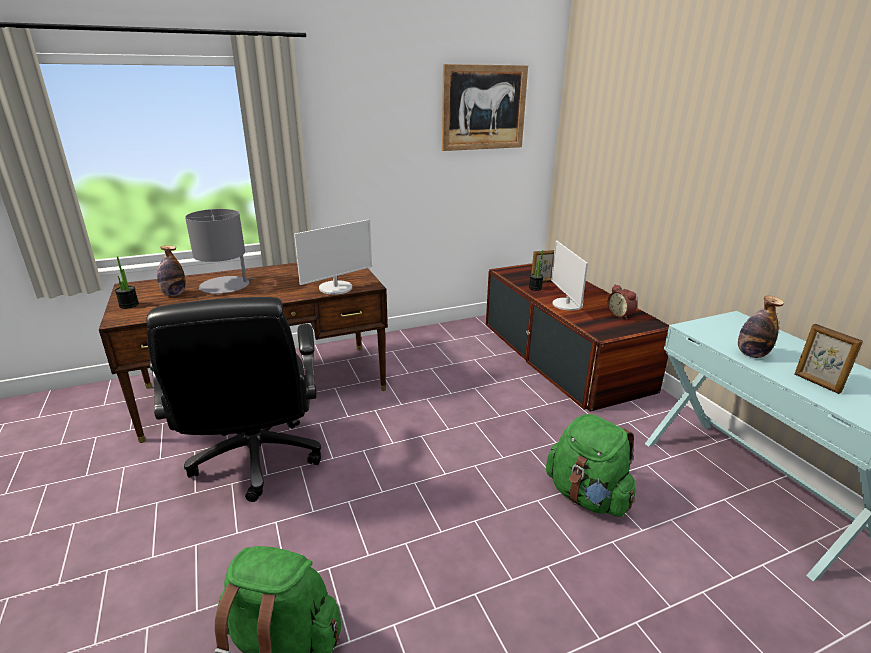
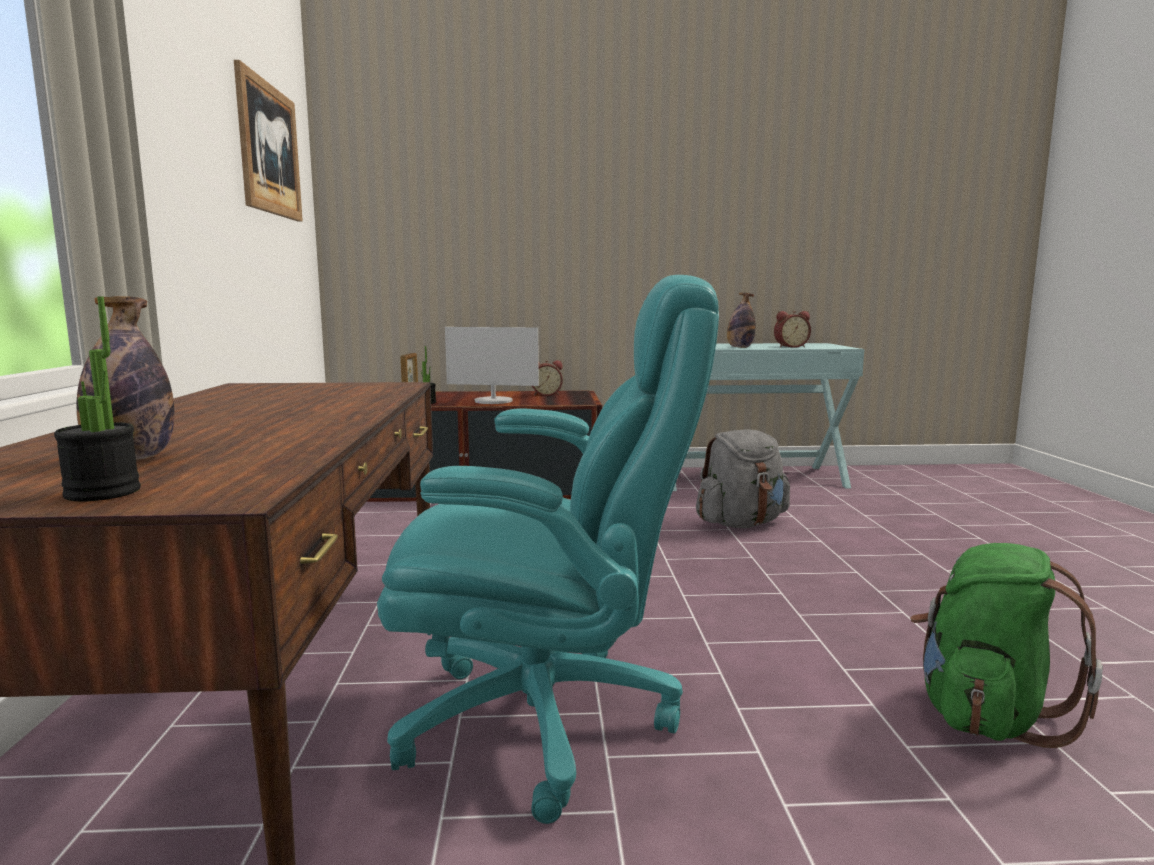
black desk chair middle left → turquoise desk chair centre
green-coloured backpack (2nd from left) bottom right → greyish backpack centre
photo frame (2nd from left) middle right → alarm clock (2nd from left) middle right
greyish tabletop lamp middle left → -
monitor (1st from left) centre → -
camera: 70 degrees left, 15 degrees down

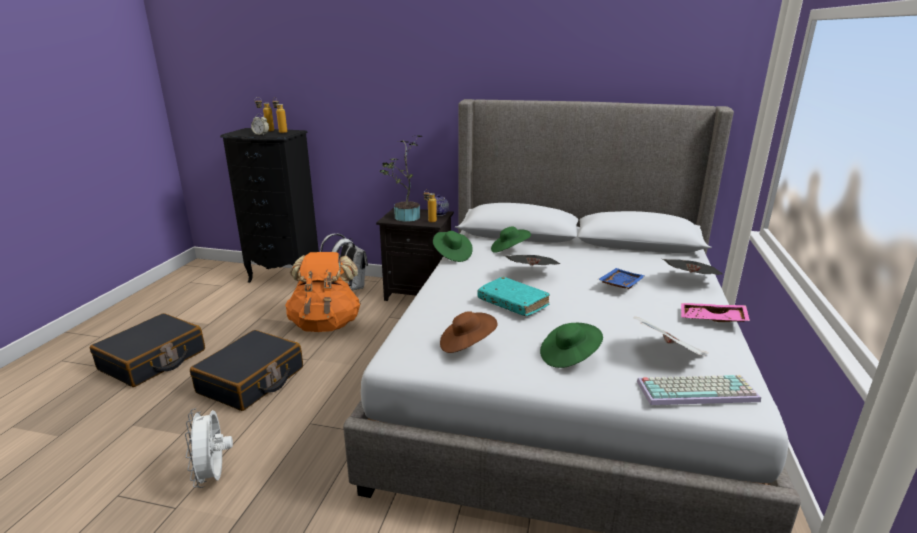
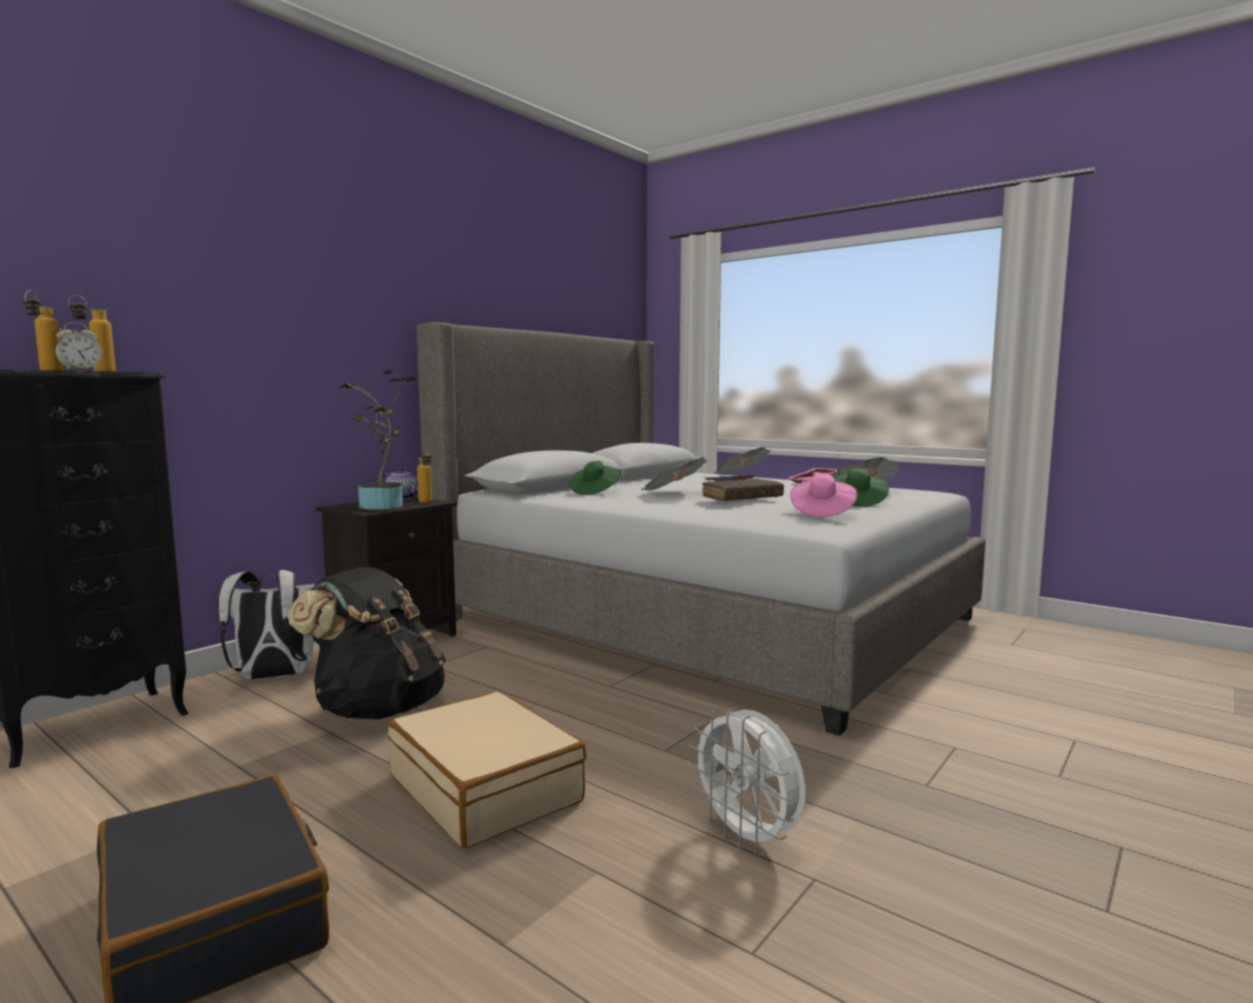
orangey backpack centre → black backpack middle left
black piece of luggage (2nd from left) bottom left → sand-coloured piece of luggage bottom centre
white fan bottom left → white fan bottom centre, 45 degrees clockwise
turquoise volume centre → brownish volume centre
brownish wearable hat centre → pink-coloured wearable hat centre
green-coloured wearable hat (1st from left) centre → -
computer keyboard bottom right → -
camera: 65 degrees left, 15 degrees down

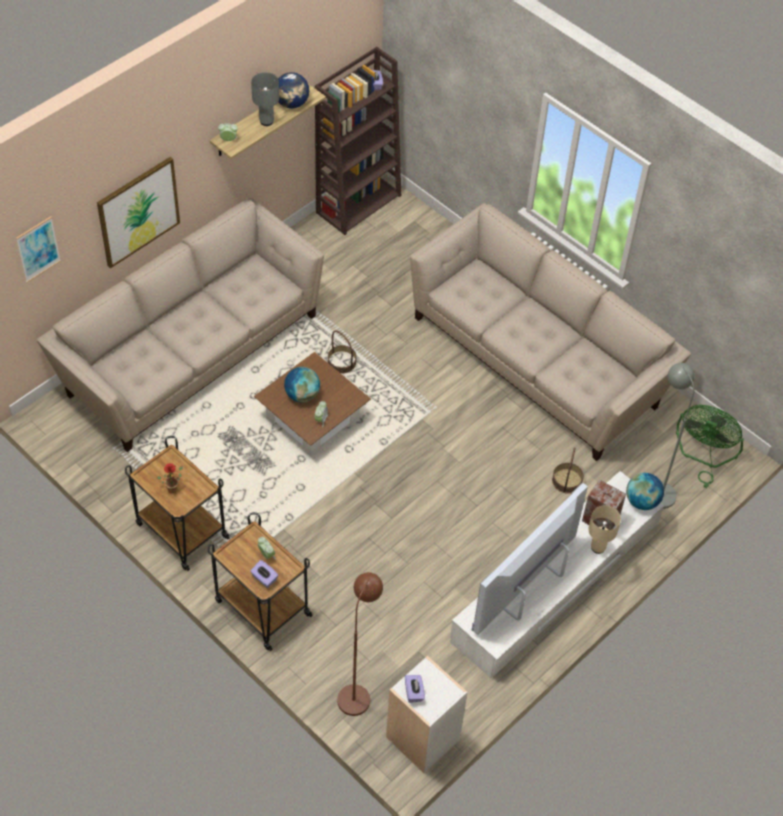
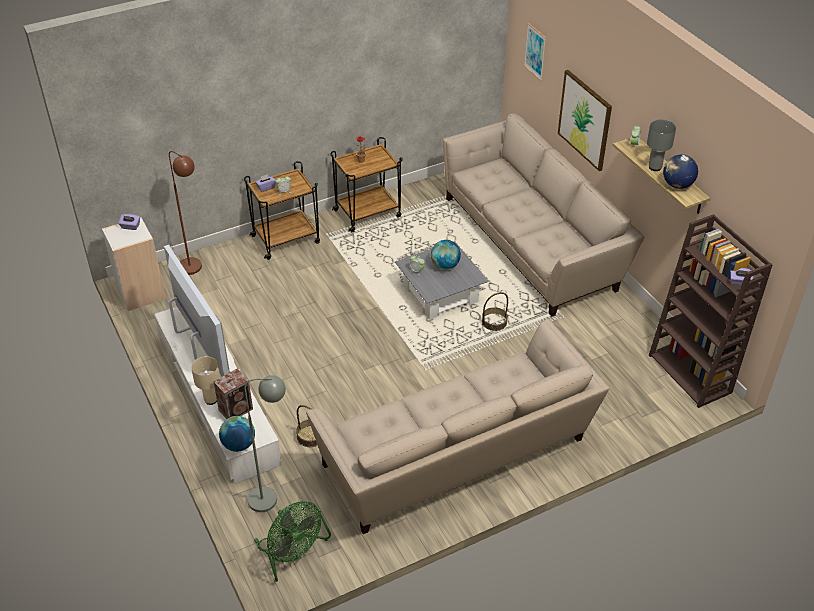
brownish lounge table centre → greyish lounge table centre
camera: 110 degrees right, 10 degrees down

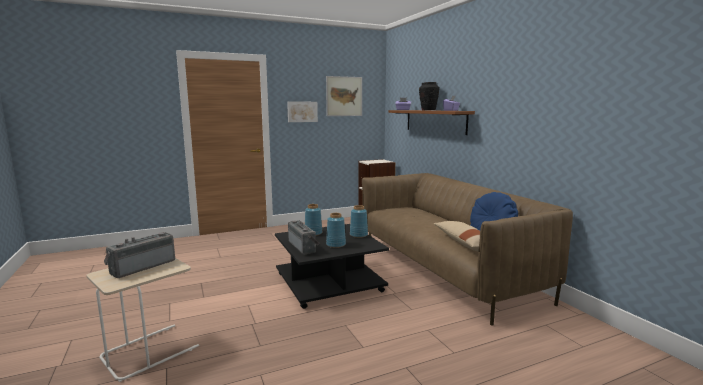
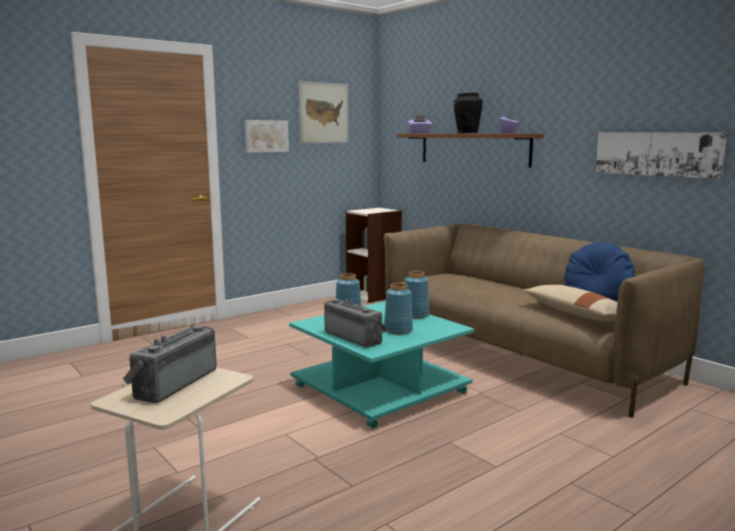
black lounge table bottom centre → turquoise lounge table bottom centre
- → picture (3rd from left) top right
camera: 15 degrees left, 0 degrees up

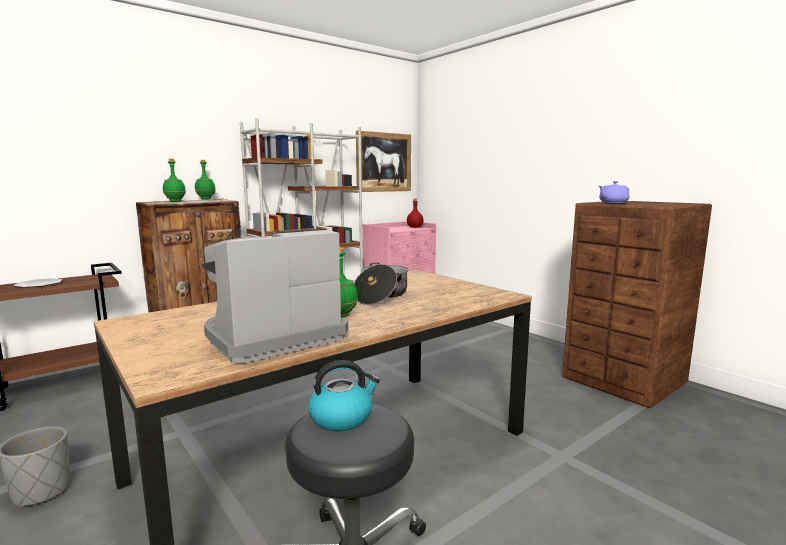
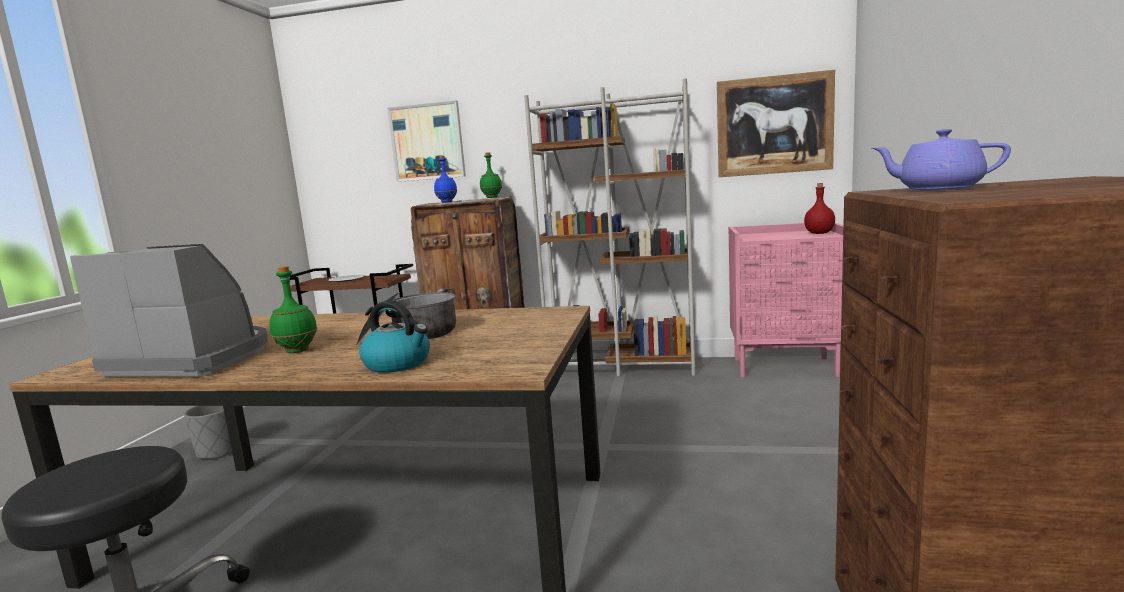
water kettle bottom centre → water kettle centre, moved
- → picture (1st from left) top centre
green-coloured drink bottle (1st from left) top left → blue-coloured drink bottle top centre
camera: 50 degrees right, 0 degrees up

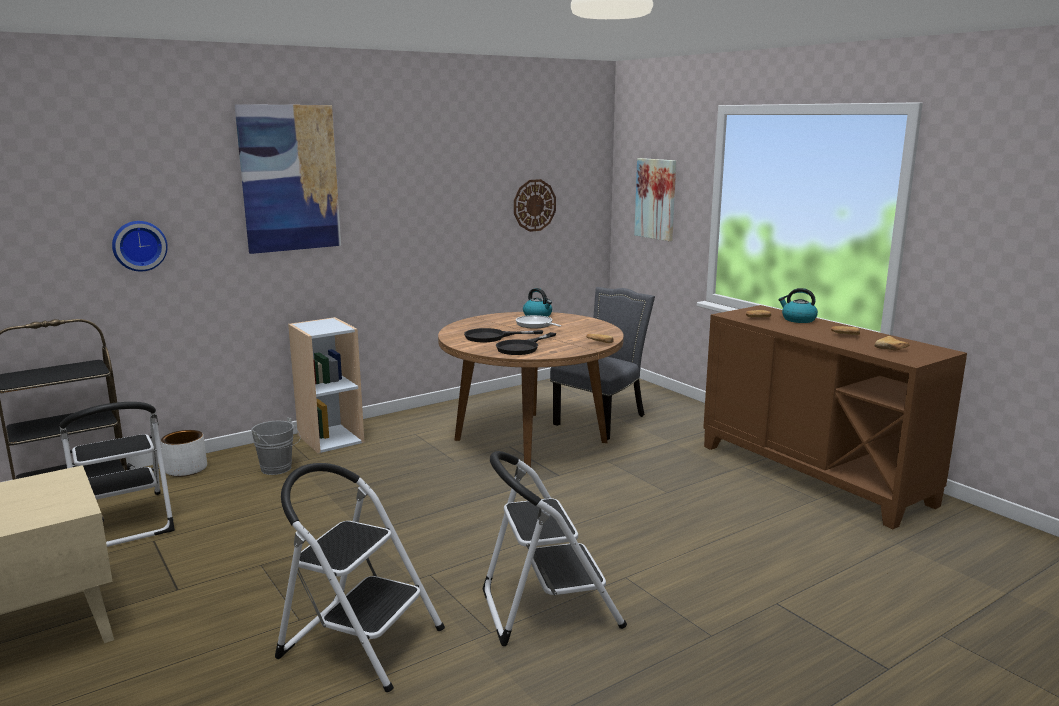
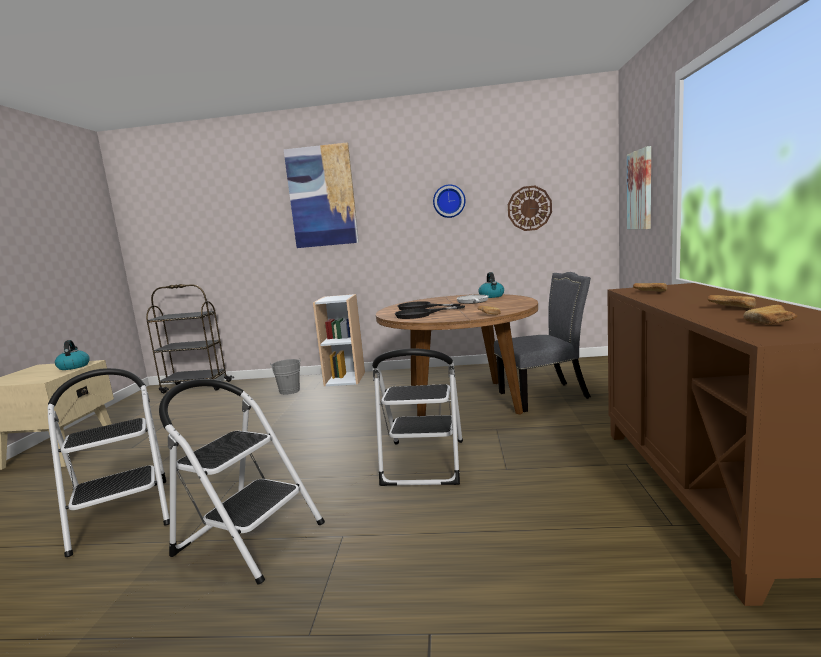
water kettle (2nd from left in the first image) middle right → water kettle (1st from left) middle left, moved
step stool (1st from left in the first image) bottom left → step stool (3rd from left) centre, moved
hanging clock (1st from left) middle left → hanging clock (1st from left) top centre, moved
white plant pot middle left → -
camera: 40 degrees right, 5 degrees down

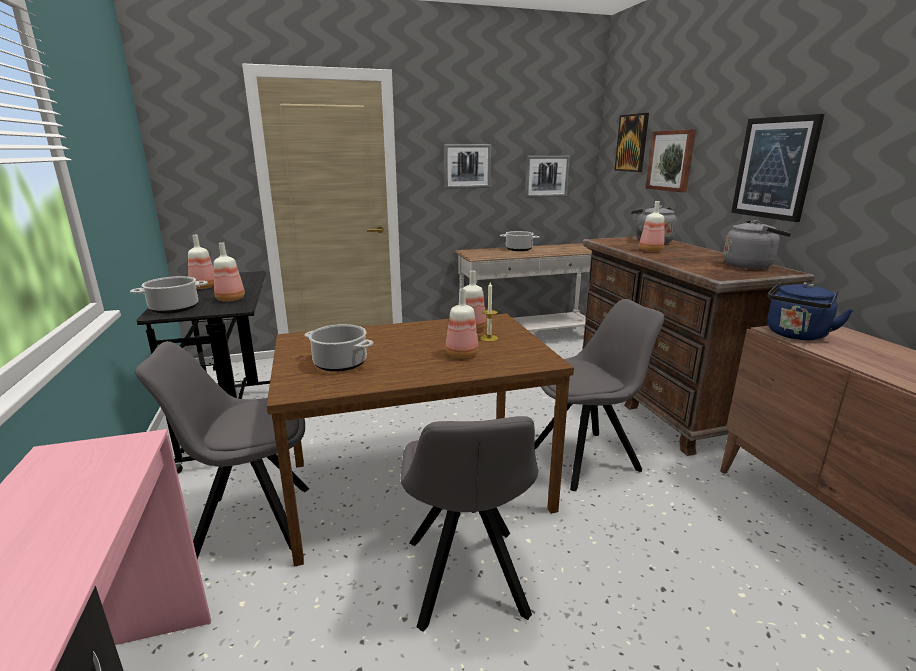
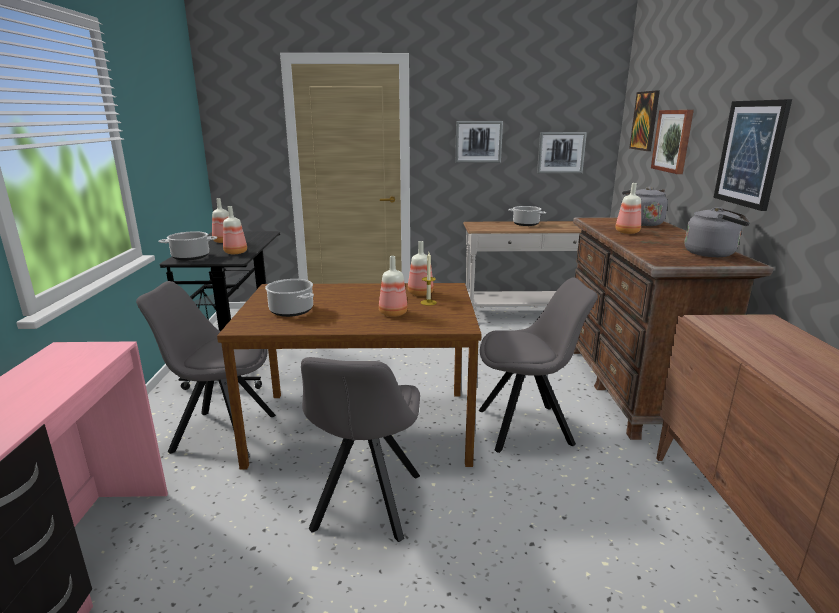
blue-coloured water kettle middle right → -
camera: 15 degrees right, 0 degrees up

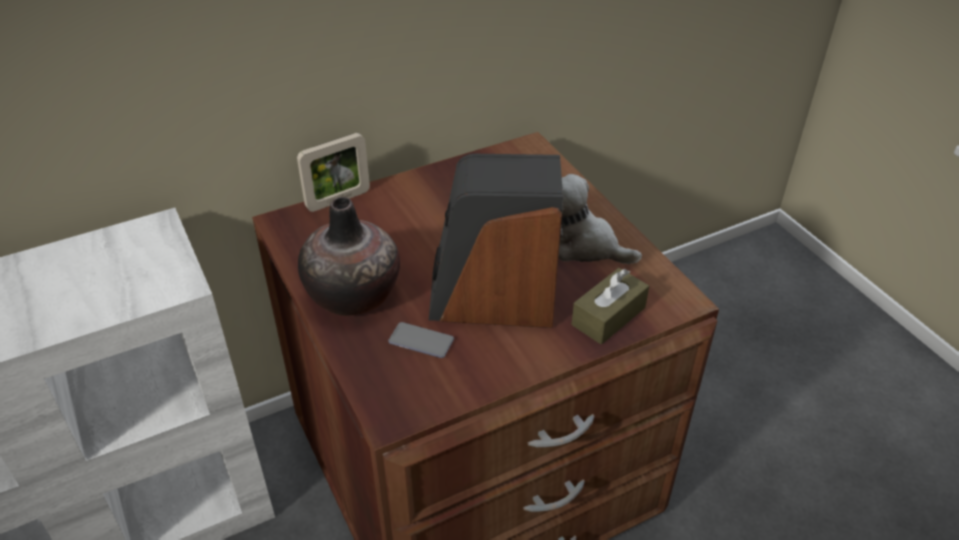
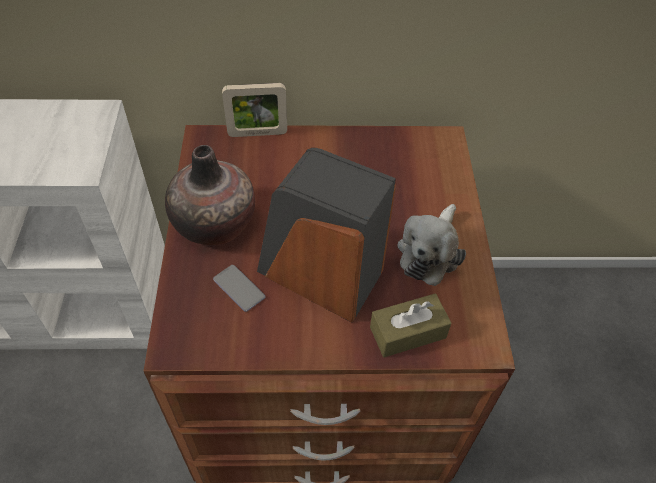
plush toy centre, 120 degrees counterclockwise
camera: 25 degrees right, 10 degrees up

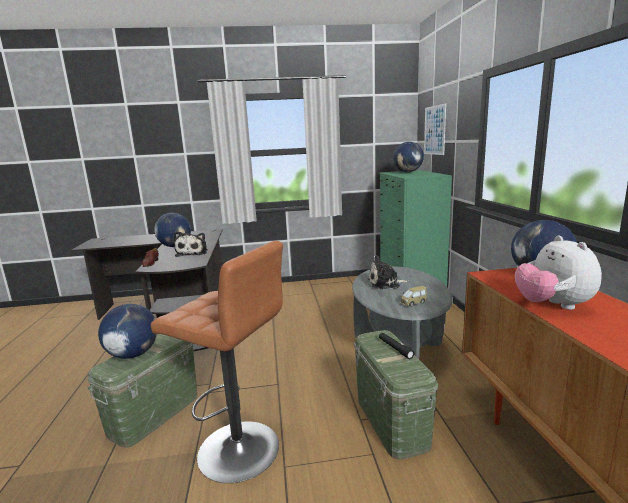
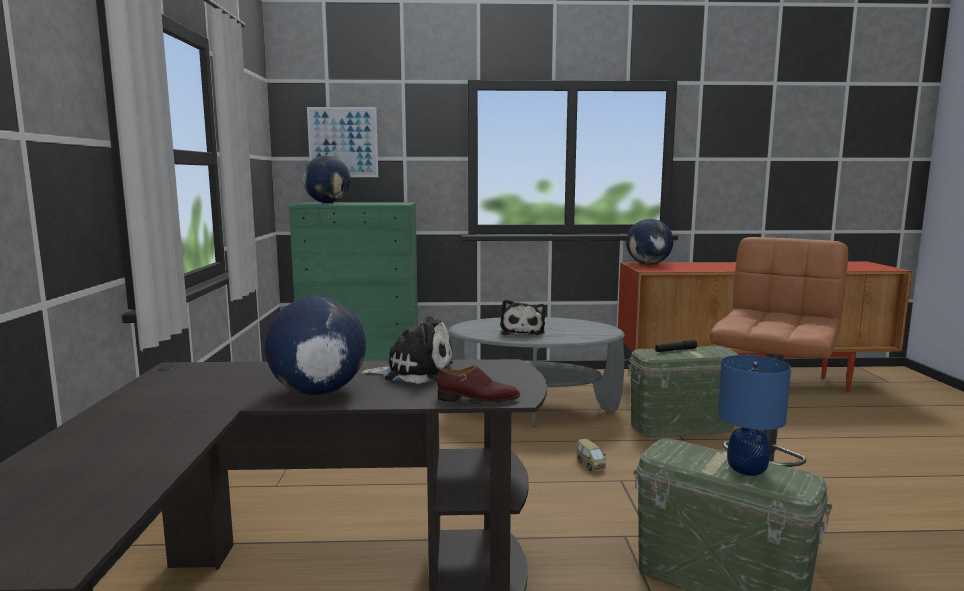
miniature car centre → miniature car bottom centre, moved
desk globe (1st from left) middle left → blue-coloured tabletop lamp bottom right
plush toy (3rd from left) middle right → -
camera: 85 degrees left, 5 degrees down

